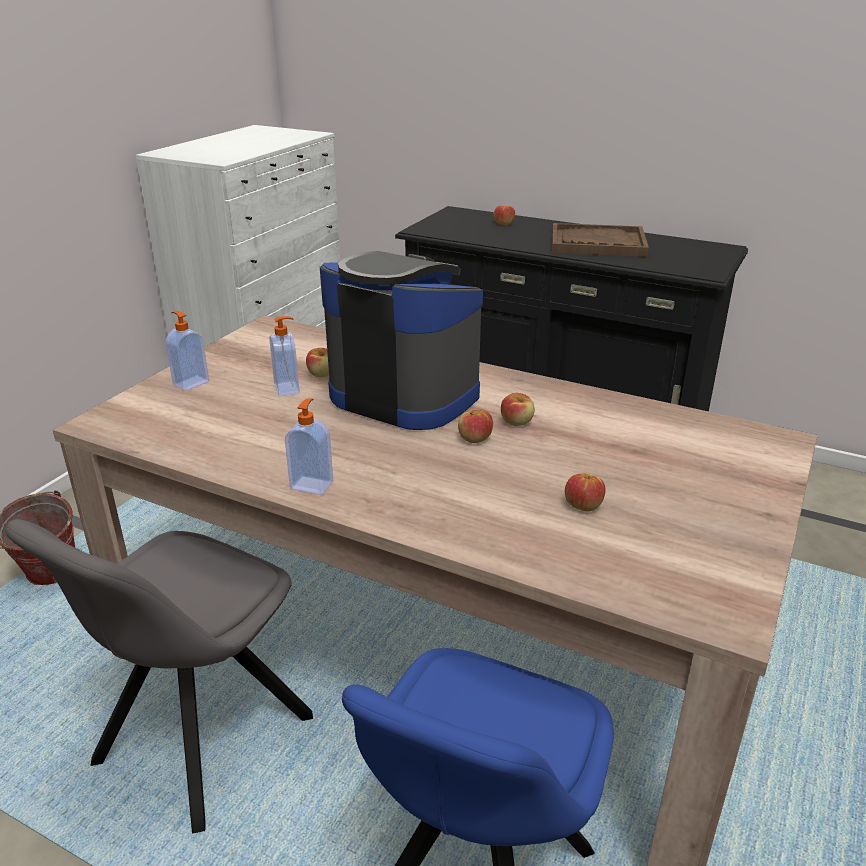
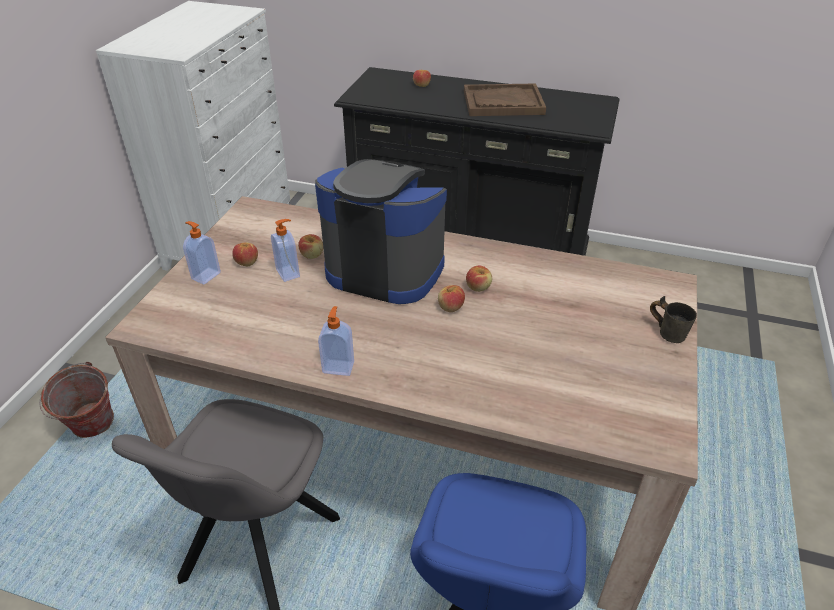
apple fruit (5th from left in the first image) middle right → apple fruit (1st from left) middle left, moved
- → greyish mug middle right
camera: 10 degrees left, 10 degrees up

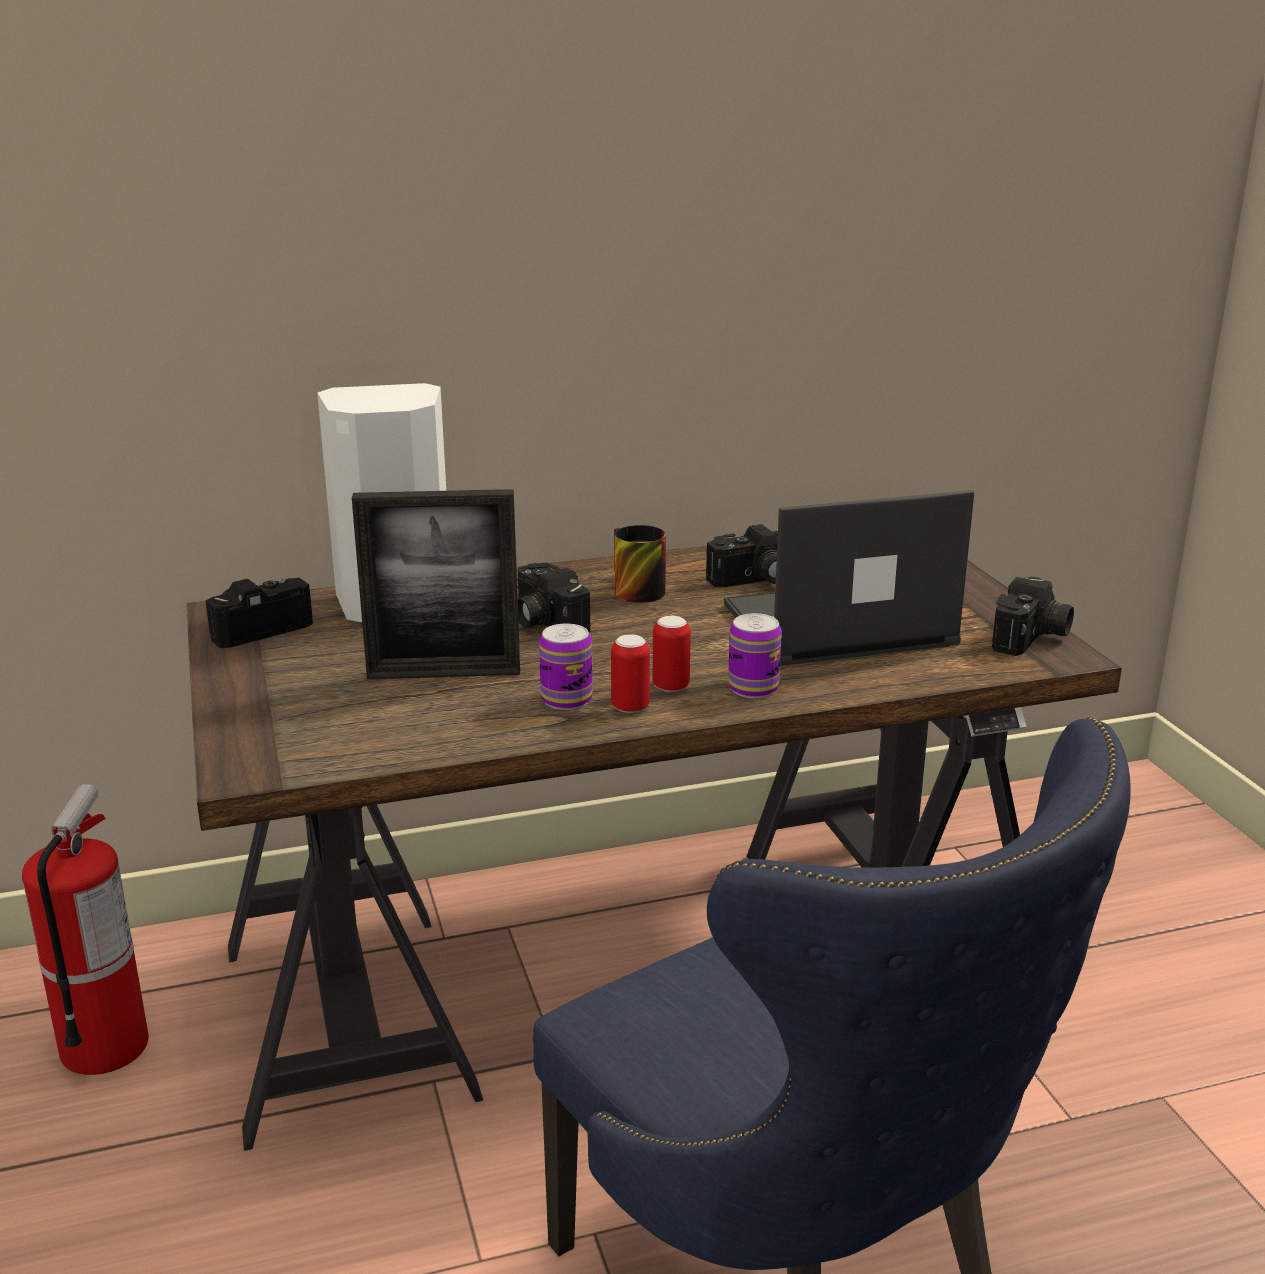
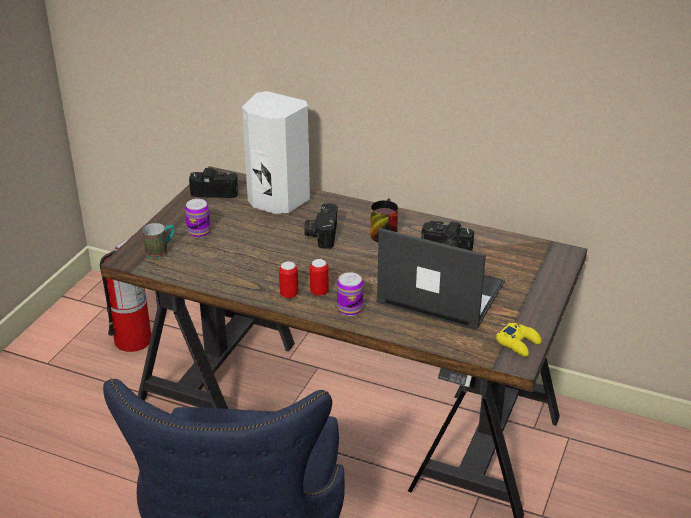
- → mug (1st from left) middle left
can (1st from left) centre → can (1st from left) middle left, moved
photo camera (4th from left) middle right → yellowish game controller middle right
photo frame centre → -
camera: 40 degrees right, 10 degrees up

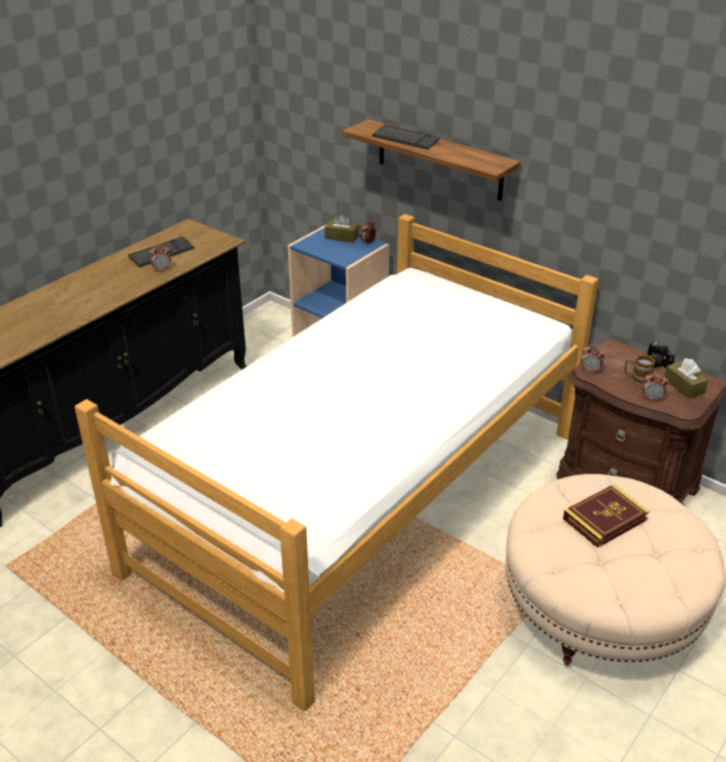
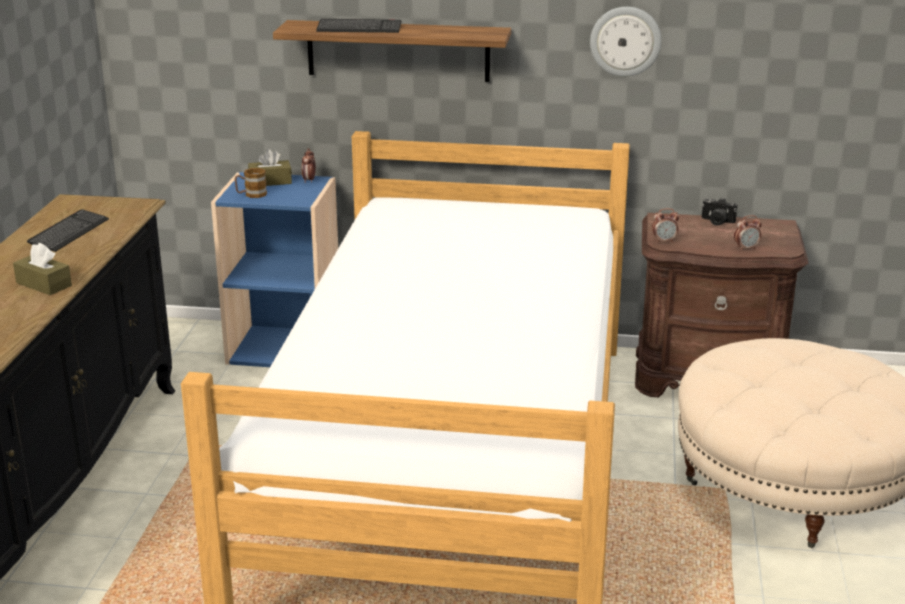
brownish tissue holder (2nd from left in the first image) middle right → brownish tissue holder (1st from left) middle left, moved
mug middle right → mug top left, moved
- → hanging clock top right
alarm clock (1st from left) middle left → -
volume bottom right → -
camera: 30 degrees left, 10 degrees down

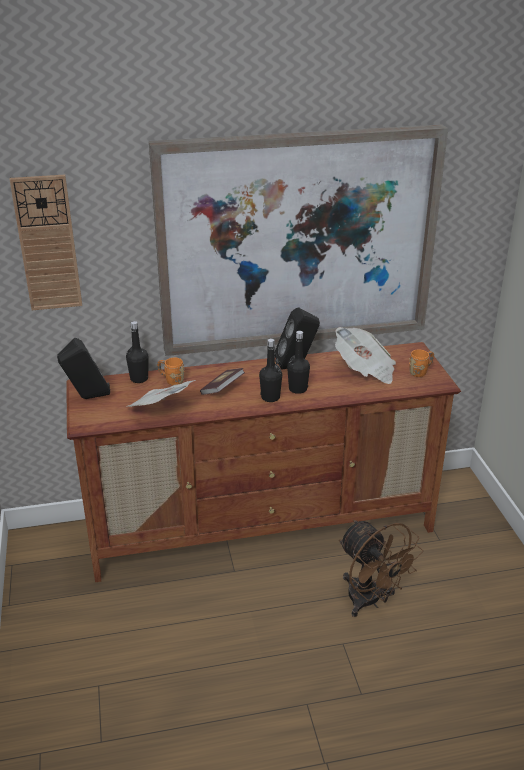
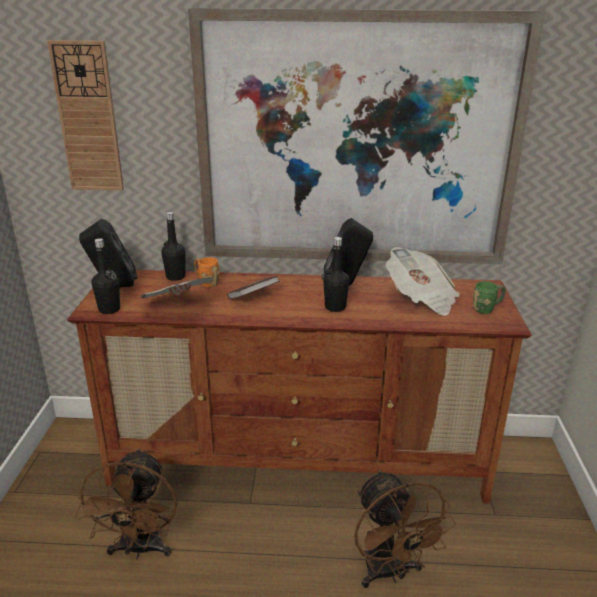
- → brownish fan (1st from left) bottom left
black drink bottle (2nd from left in the first image) centre → black drink bottle (1st from left) middle left, moved
orangey mug (2nd from left) middle right → green-coloured mug middle right
camera: 15 degrees right, 5 degrees down

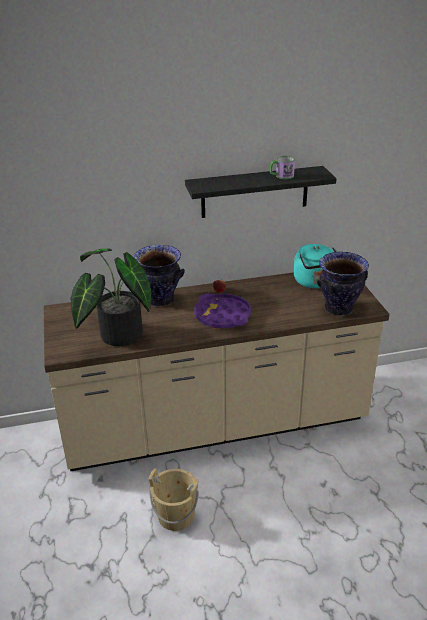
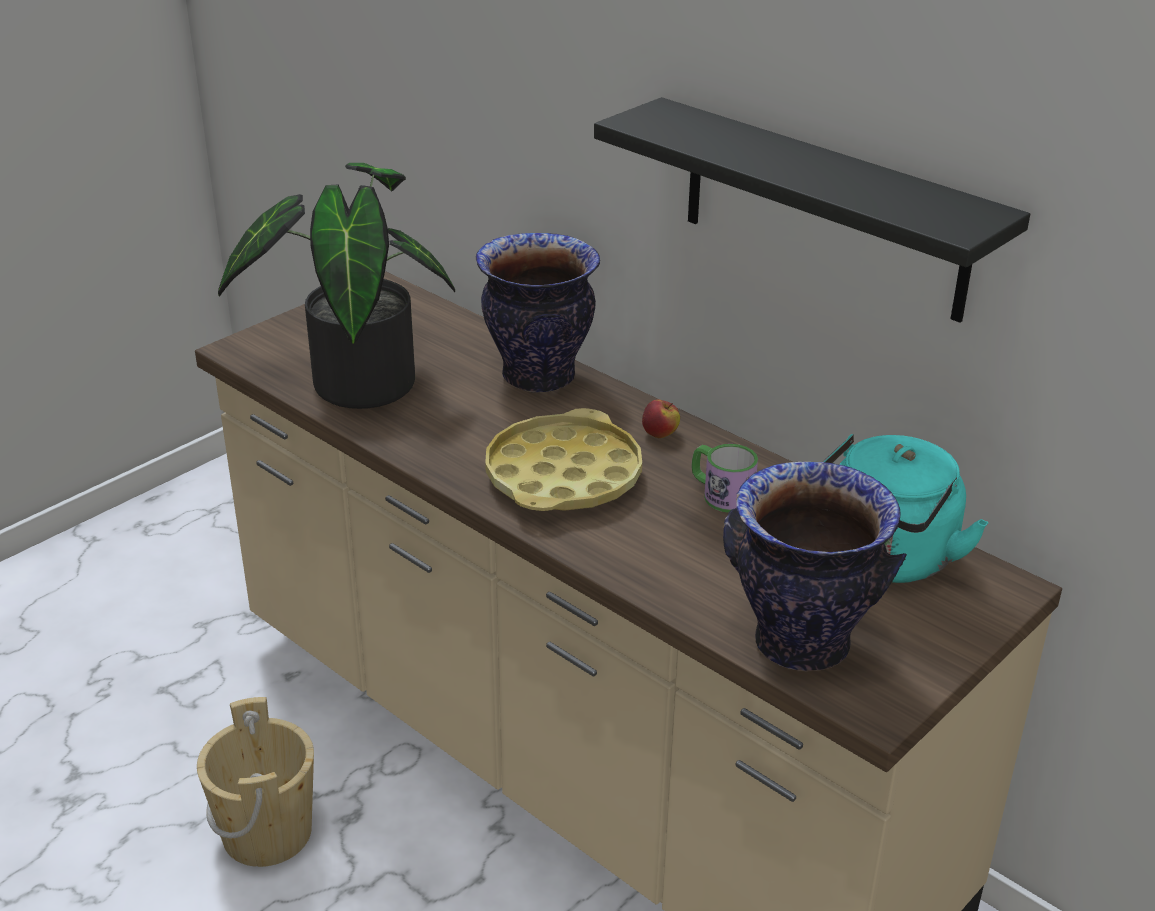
purplish serving tray centre → yellowish serving tray centre
mug top centre → mug centre, moved
camera: 55 degrees right, 0 degrees up

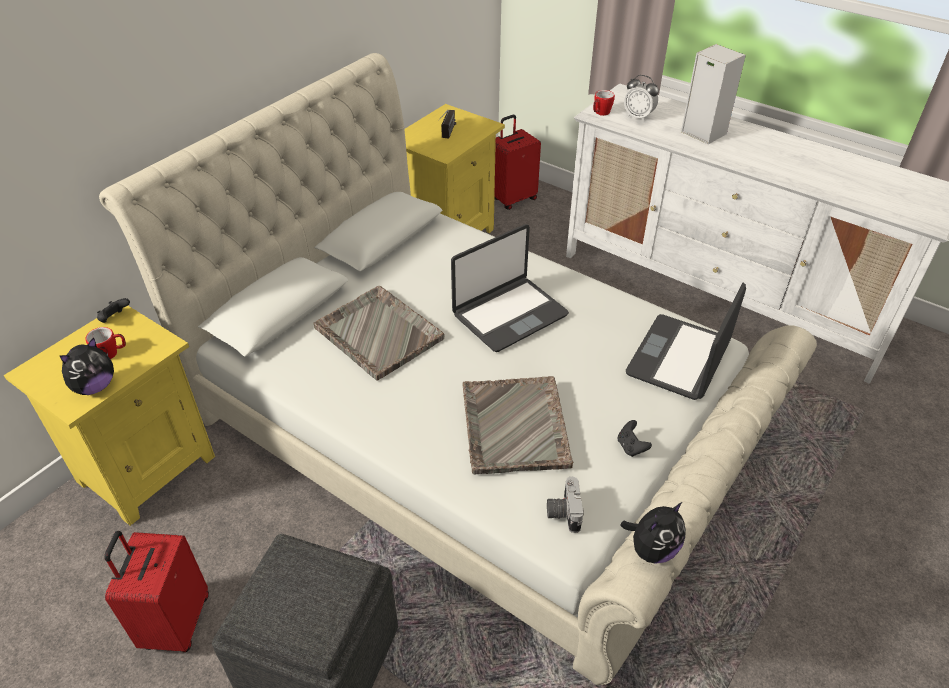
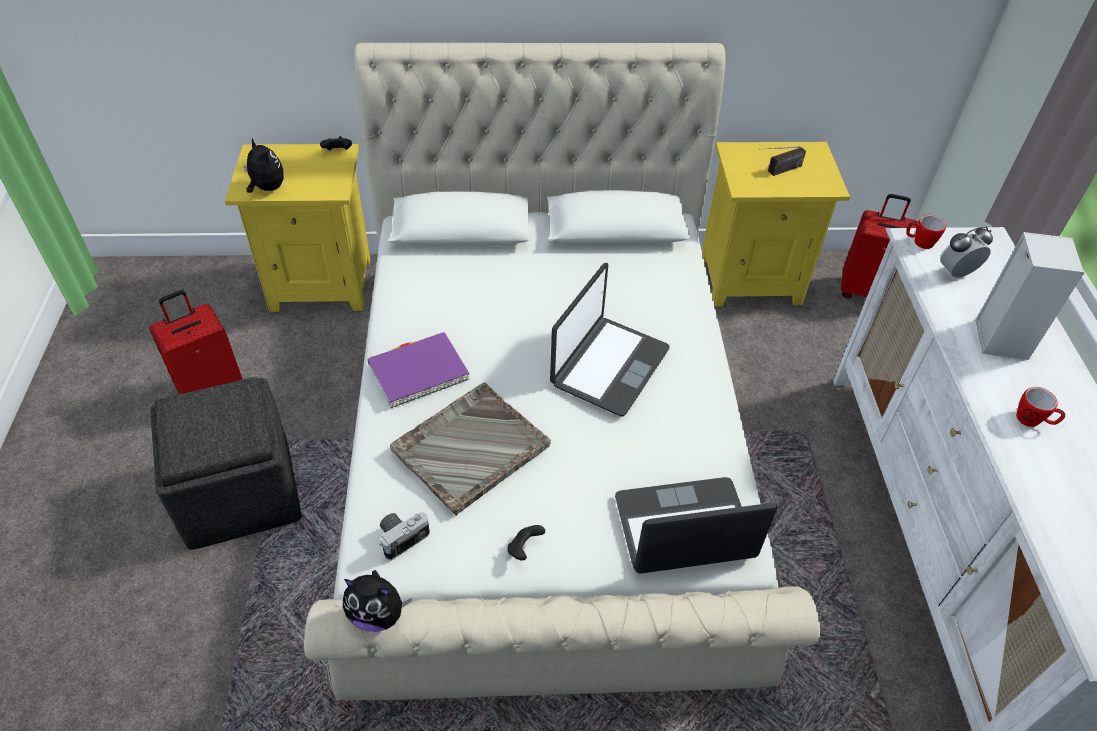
plush toy (1st from left) middle left → plush toy (1st from left) top left, 135 degrees counterclockwise
- → purplish volume centre
portable computer (1st from left) centre, 75 degrees counterclockwise
alarm clock top right → alarm clock middle right, 75 degrees clockwise
mug (1st from left in the first image) middle left → mug (2nd from left) middle right, moved
greyish serving tray (1st from left) centre → -
camera: 50 degrees right, 5 degrees up

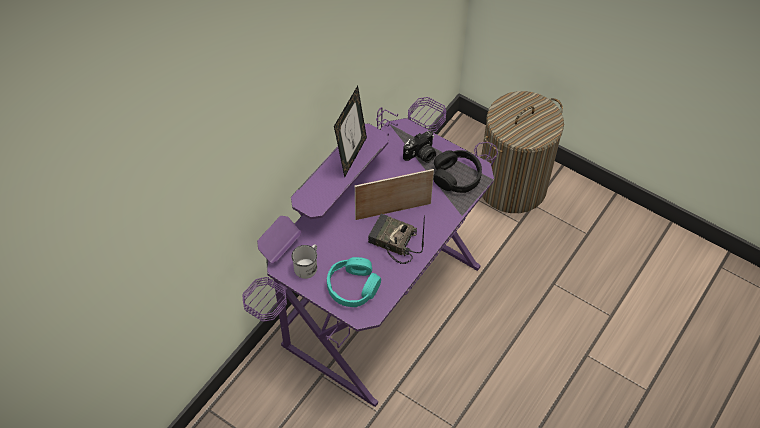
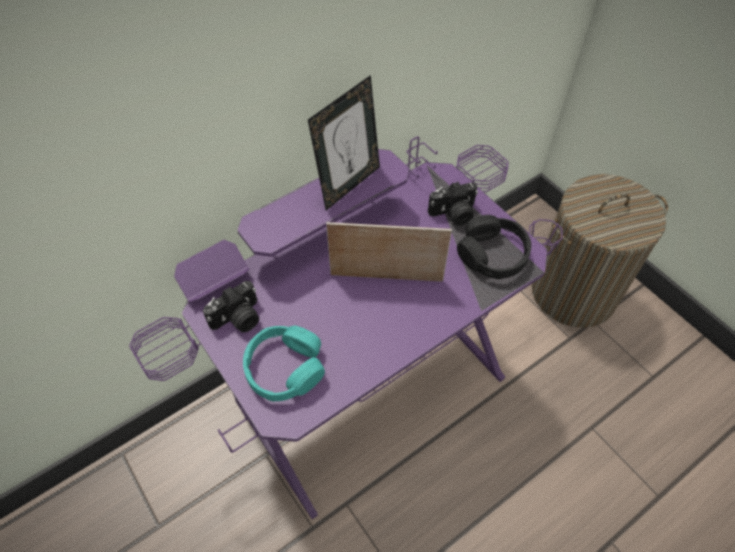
white mug centre → photo camera (1st from left) middle left
radio receiver centre → -
camera: 20 degrees right, 0 degrees up

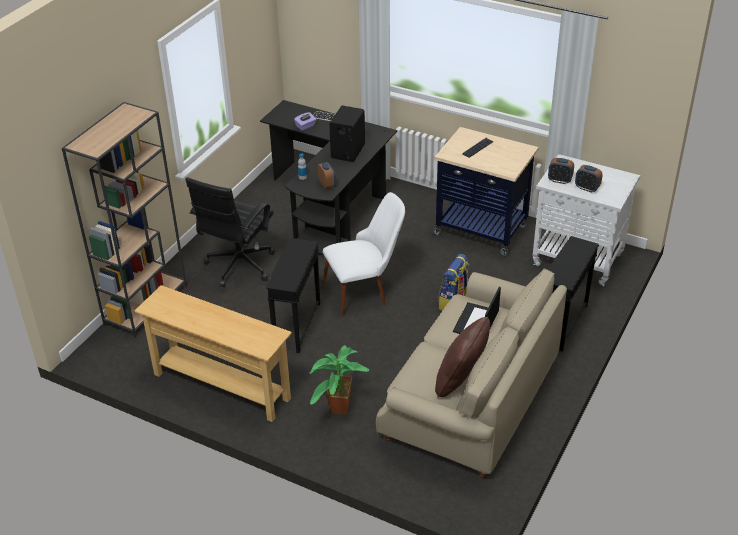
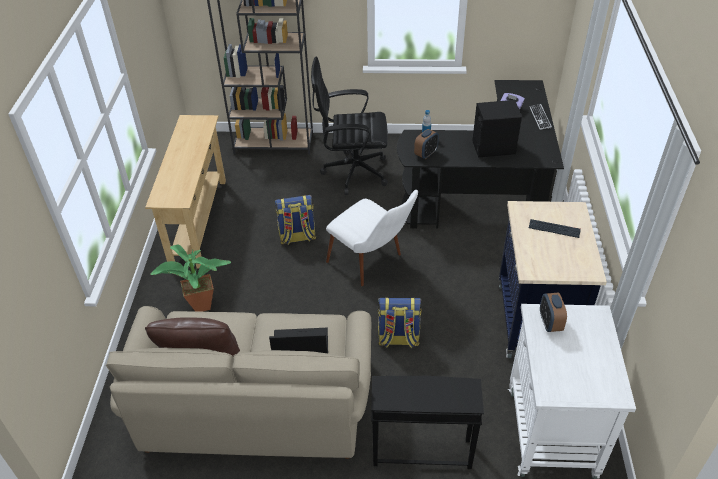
black end table (1st from left) centre → backpack (1st from left) centre
alarm clock (3rd from left) middle right → -
camera: 65 degrees right, 5 degrees up

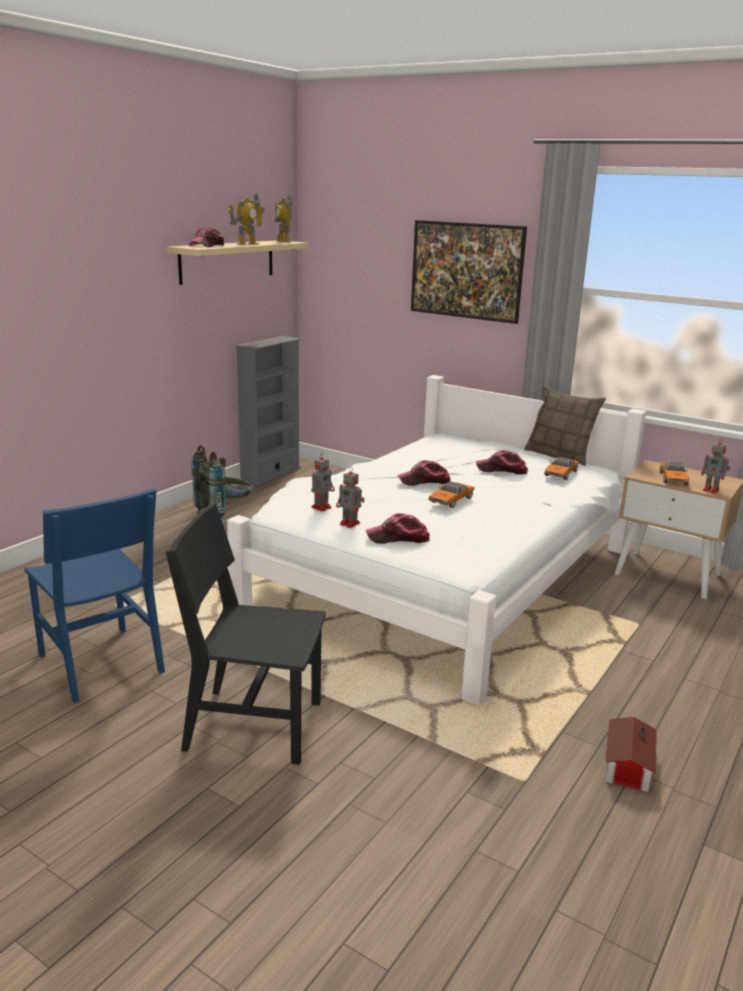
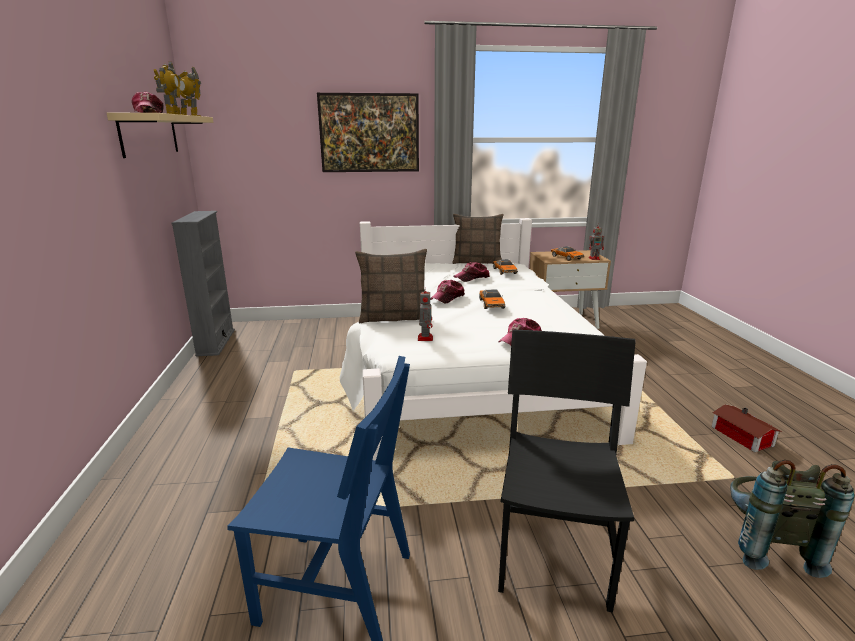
- → throw pillow (1st from left) centre
black plain chair middle left → black plain chair bottom centre, 135 degrees clockwise
greyish backpack middle left → greyish backpack bottom right, moved
robot figure (4th from left) centre → -
camera: 40 degrees left, 0 degrees up

